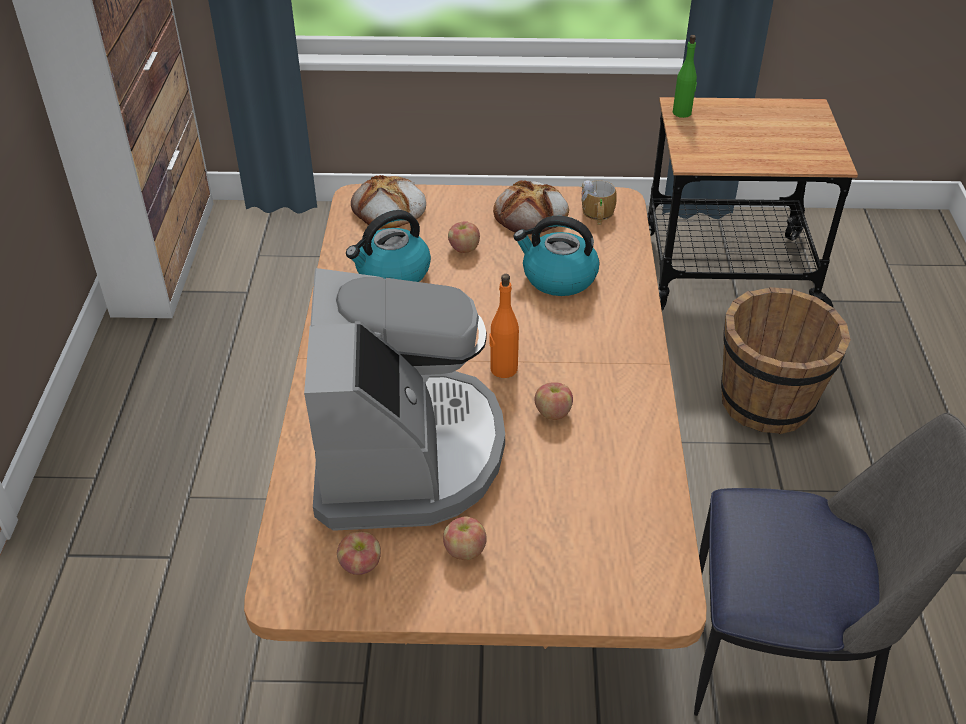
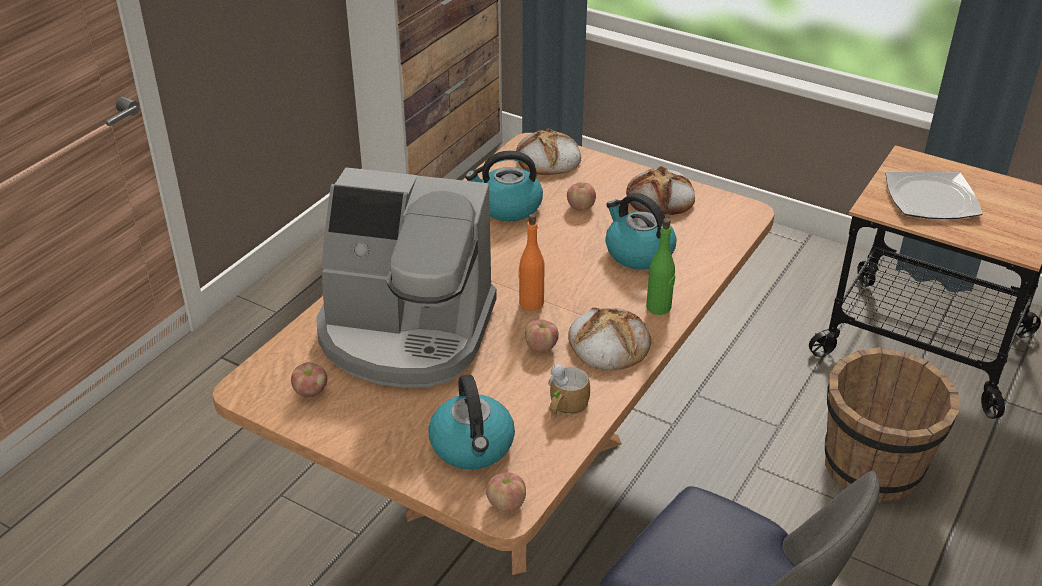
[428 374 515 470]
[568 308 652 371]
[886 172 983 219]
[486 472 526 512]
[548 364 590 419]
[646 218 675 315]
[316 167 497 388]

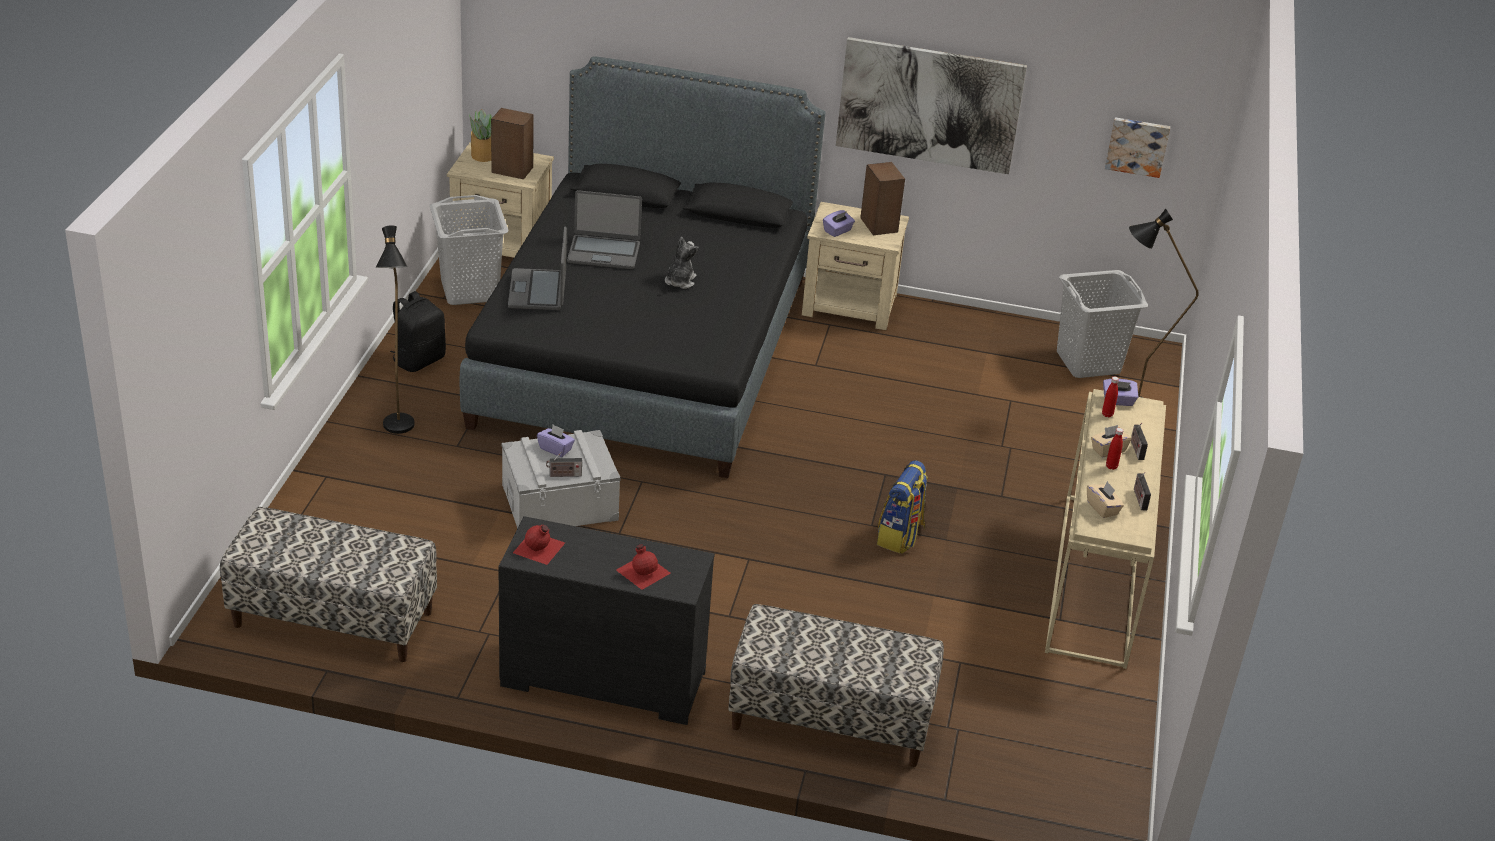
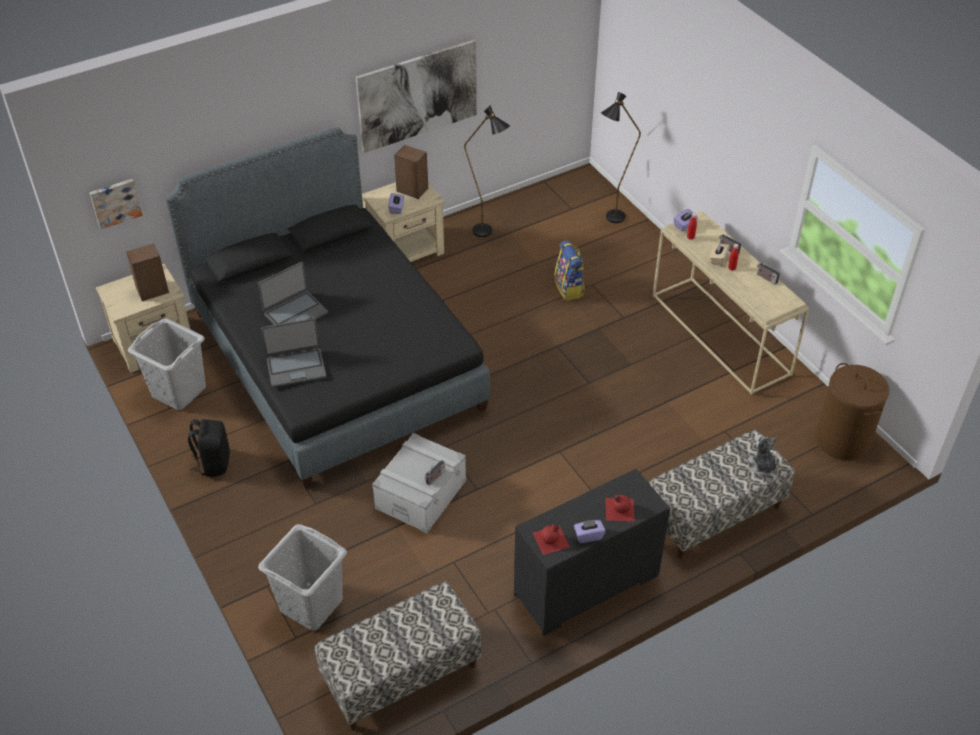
[469 109 492 162] (first image)
[1087 481 1124 518] (first image)
[815 363 889 460]
[464 105 510 237]
[574 520 606 543]
[748 434 777 476]
[554 240 585 301]
[258 524 347 631]
[89 179 143 229]
[261 318 326 387]

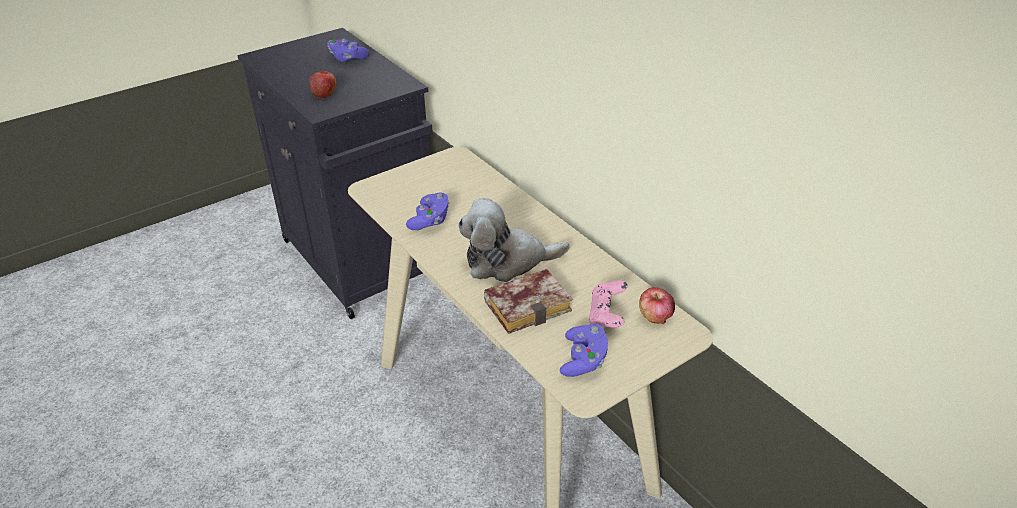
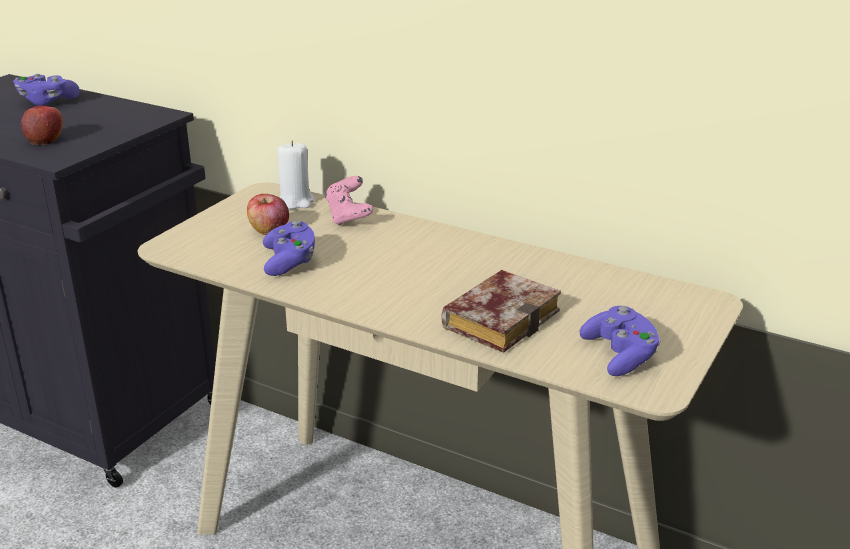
[458 198 569 282] (first image)
[277 141 315 209]
[325 176 373 225]
[247 194 289 235]

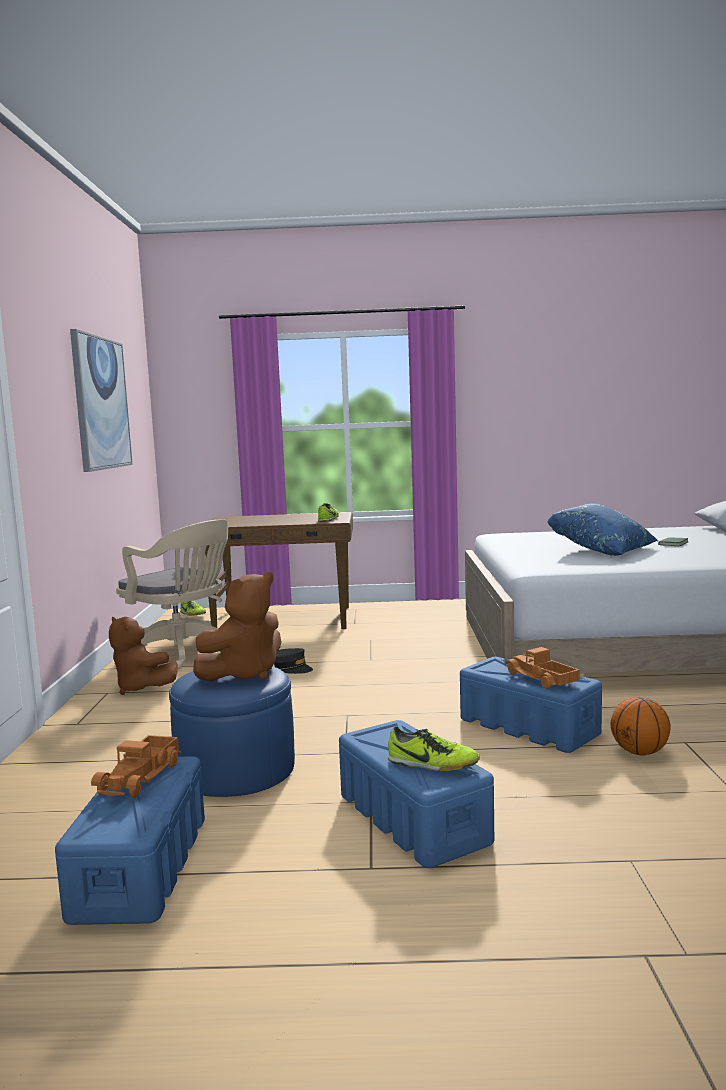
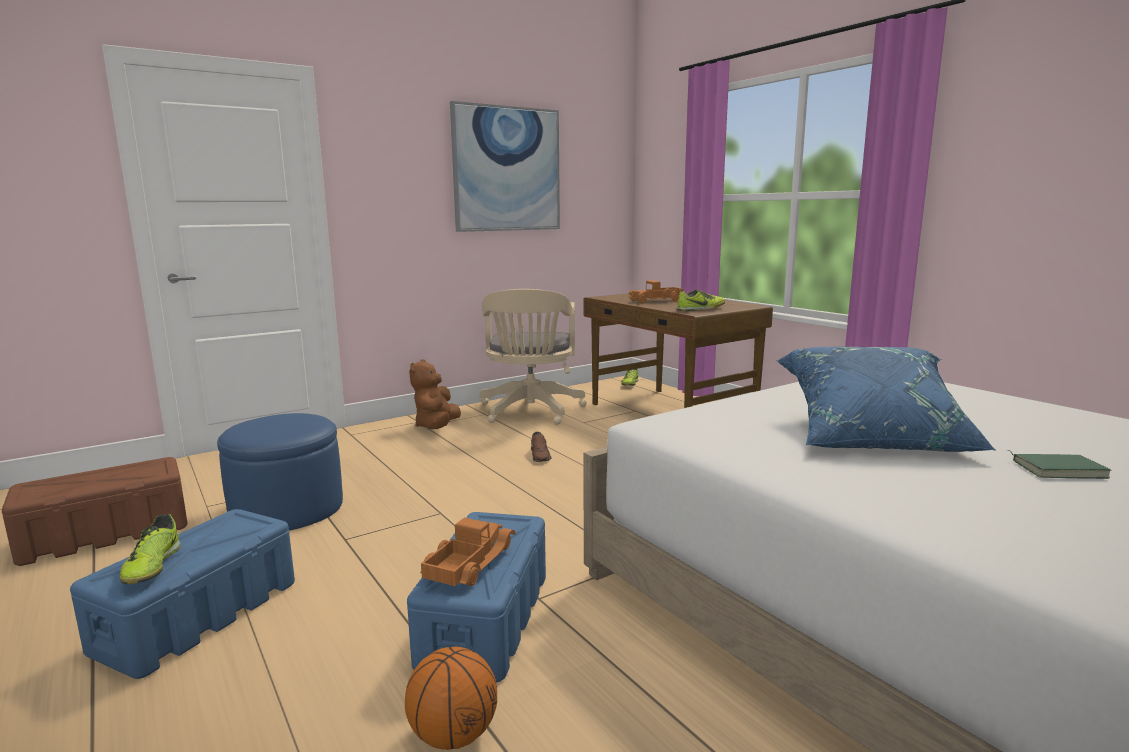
[193 572 281 681] (first image)
[628 280 684 303]
[531 432 551 462]
[2 457 188 566]

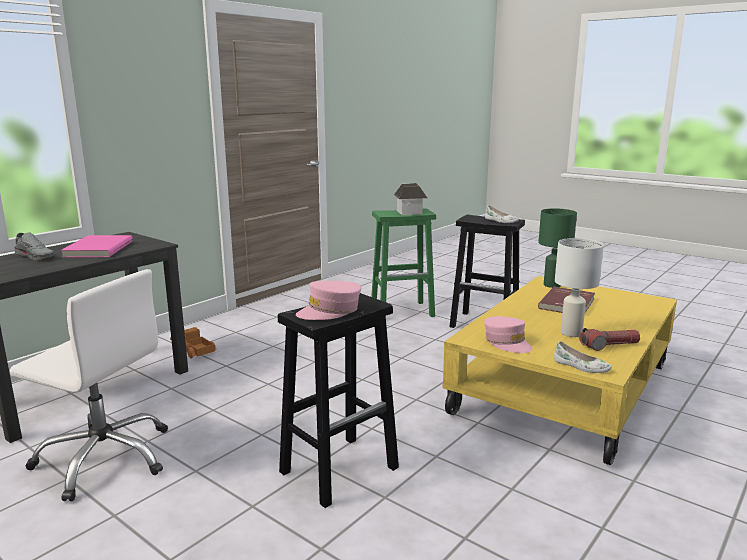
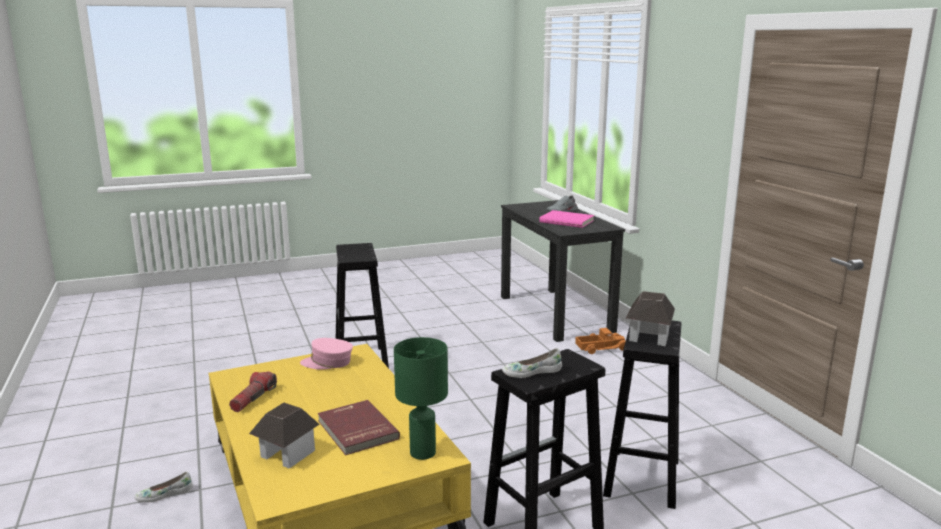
[10 269 168 501] (first image)
[296 281 361 320] (first image)
[555 238 604 337] (first image)
[249 403 320 469]
[134 472 193 503]
[603 320 682 509]

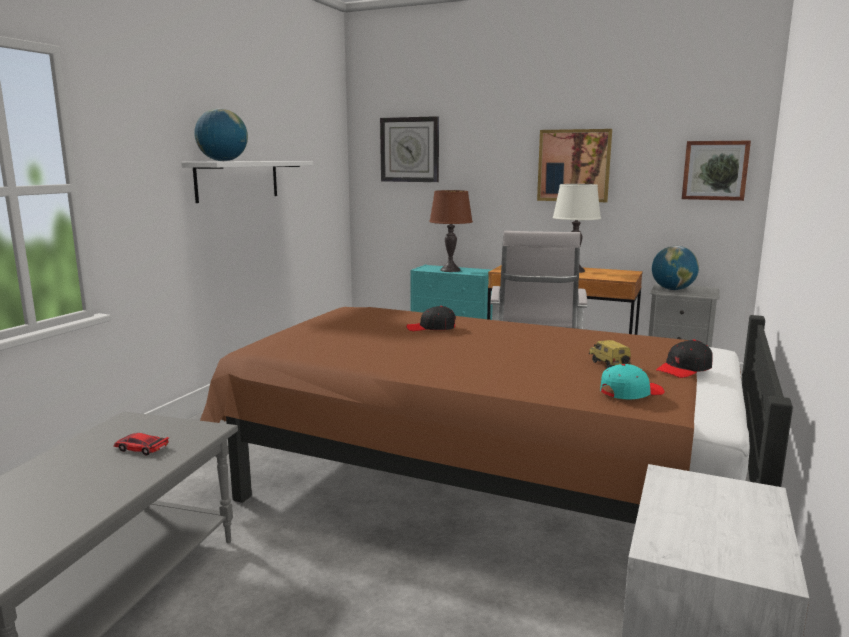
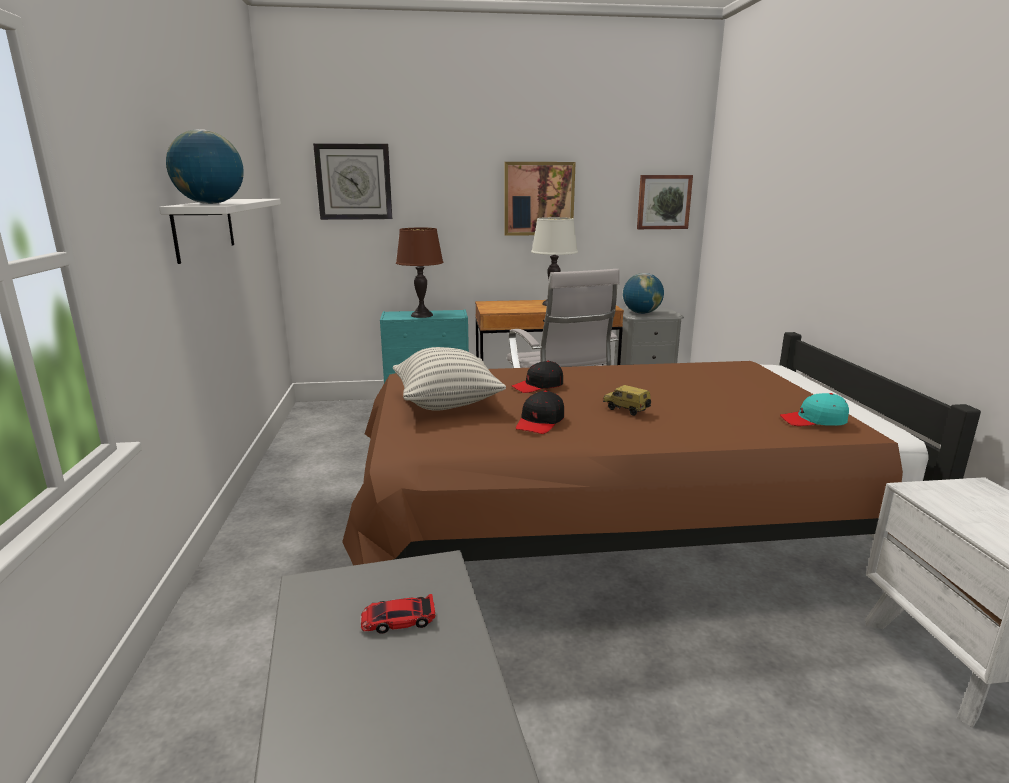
[393 347 506 411]
[603 385 651 416]
[516 390 564 434]
[780 393 849 426]

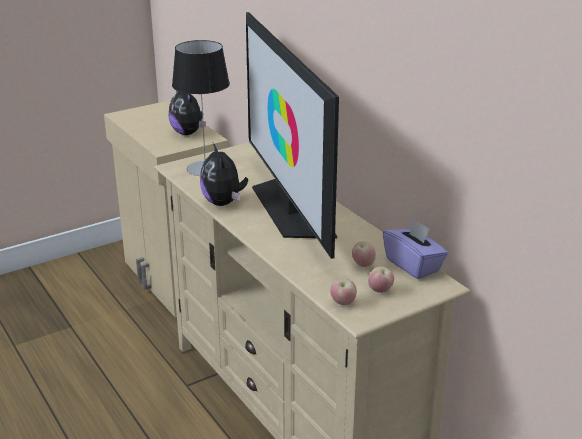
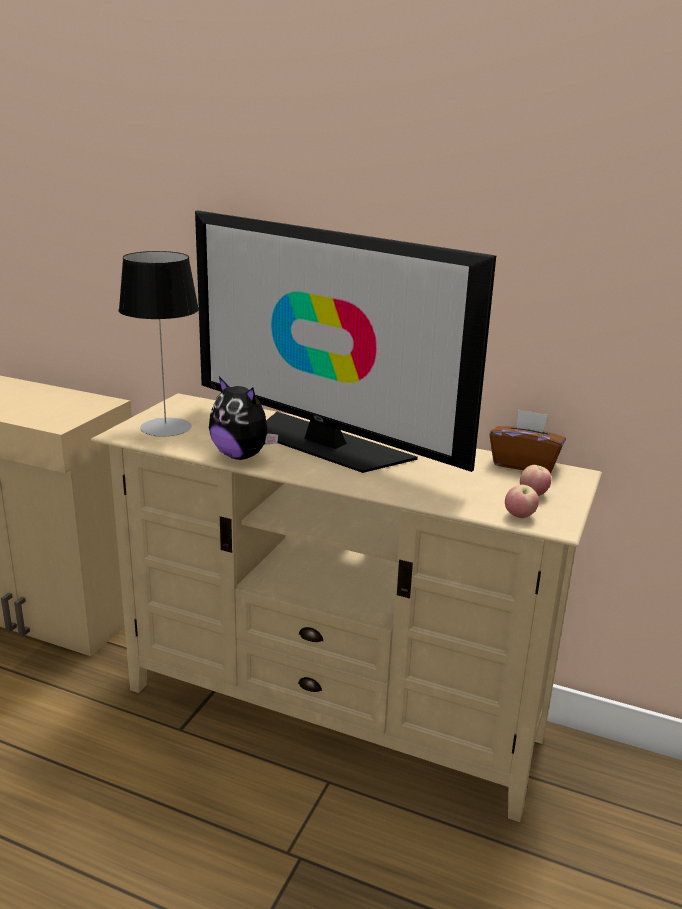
[169 90 206 135] (first image)
[352 241 376 267] (first image)
[490 409 566 473]

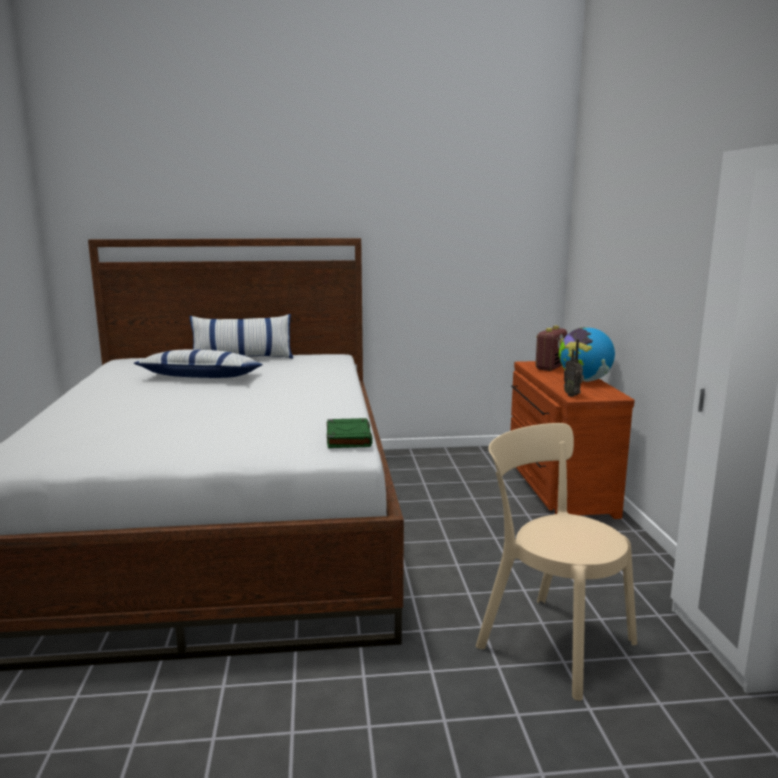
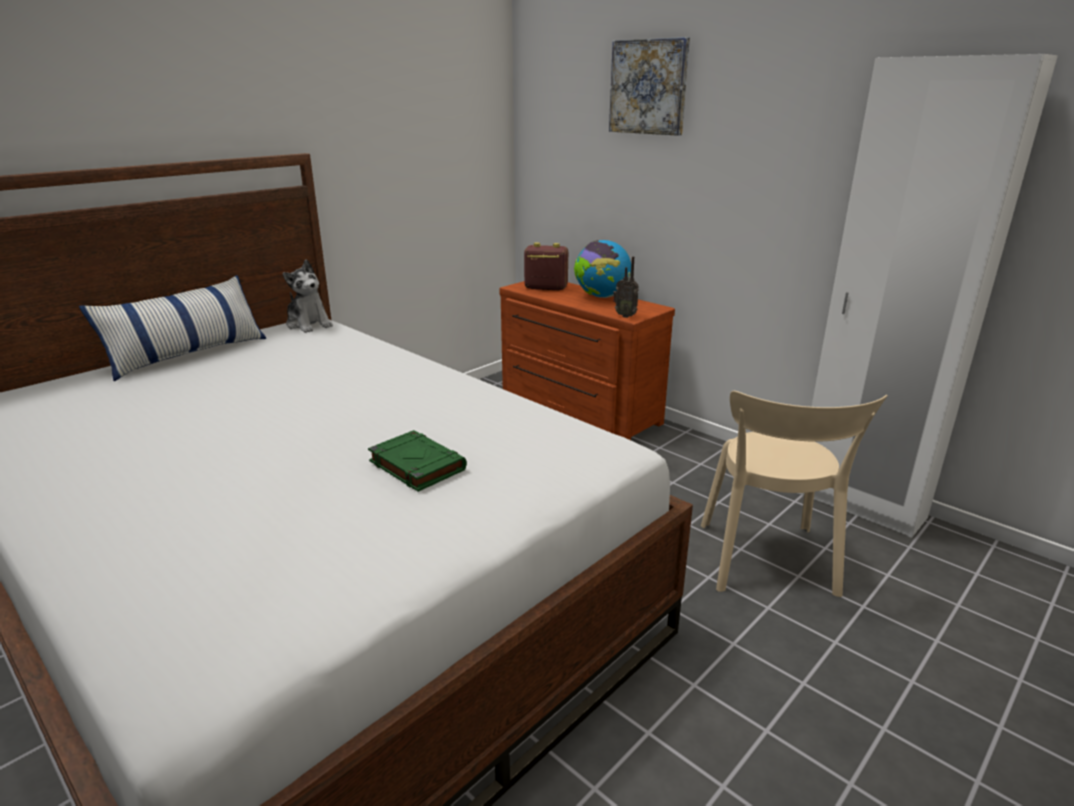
[134 349 263 378] (first image)
[283 259 333 333]
[609 37 690 136]
[368 430 467 492]
[701 391 888 597]
[524 242 568 290]

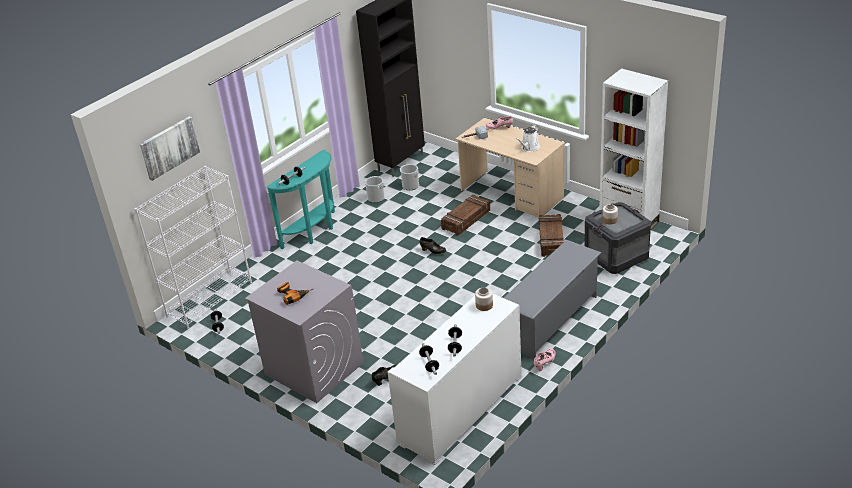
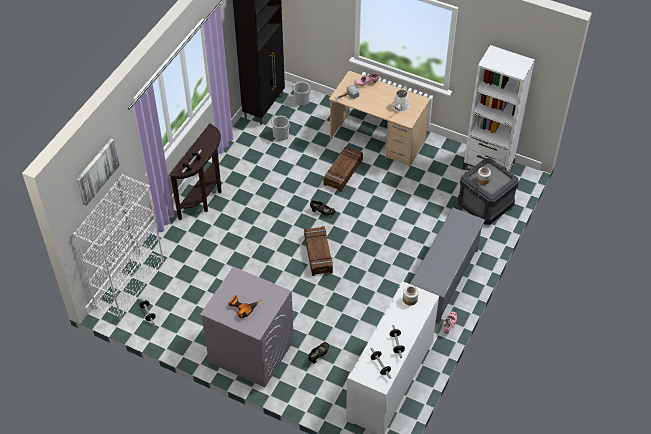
[292 82 311 106]
[304 226 333 276]
[169 124 222 220]

